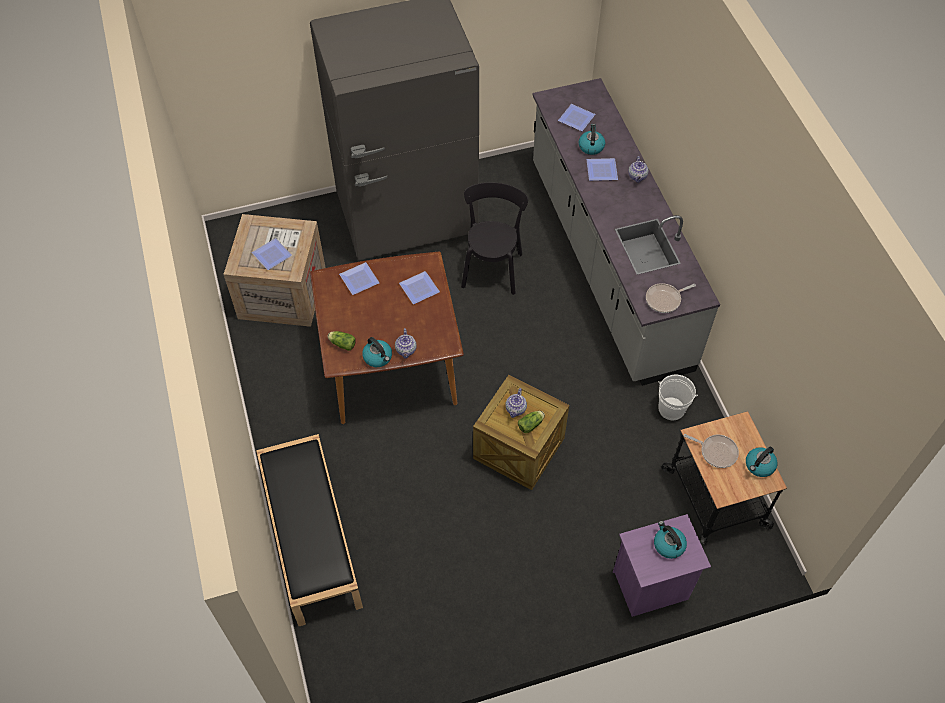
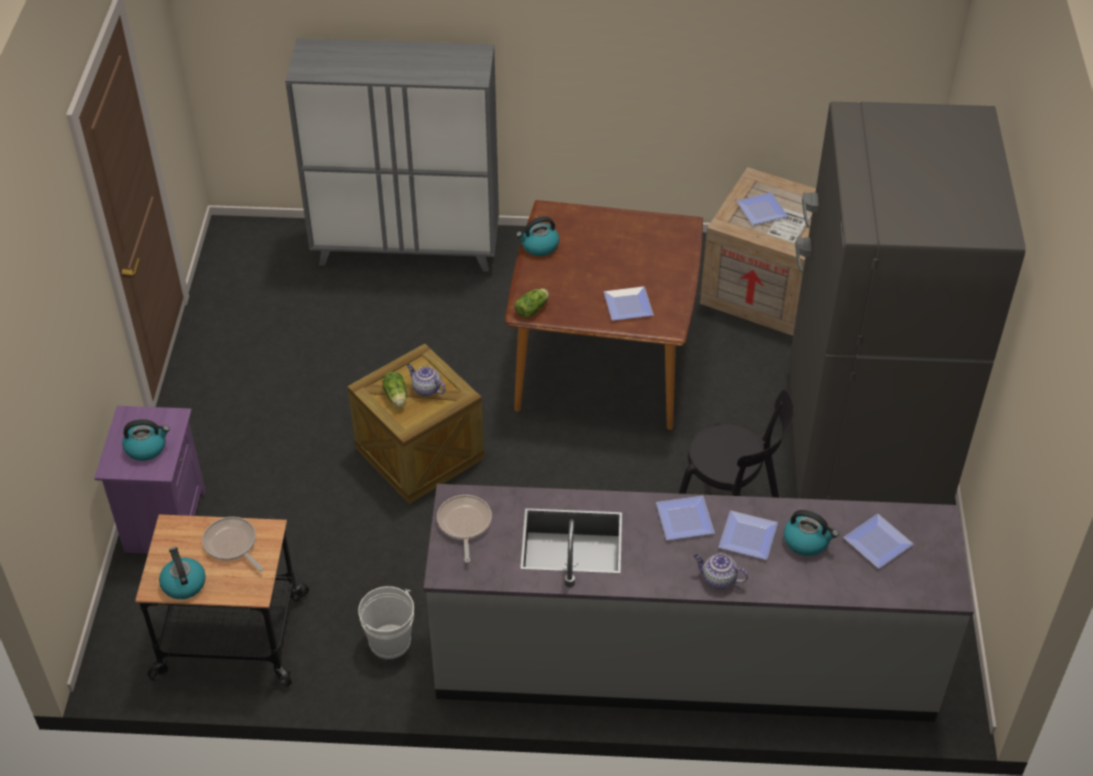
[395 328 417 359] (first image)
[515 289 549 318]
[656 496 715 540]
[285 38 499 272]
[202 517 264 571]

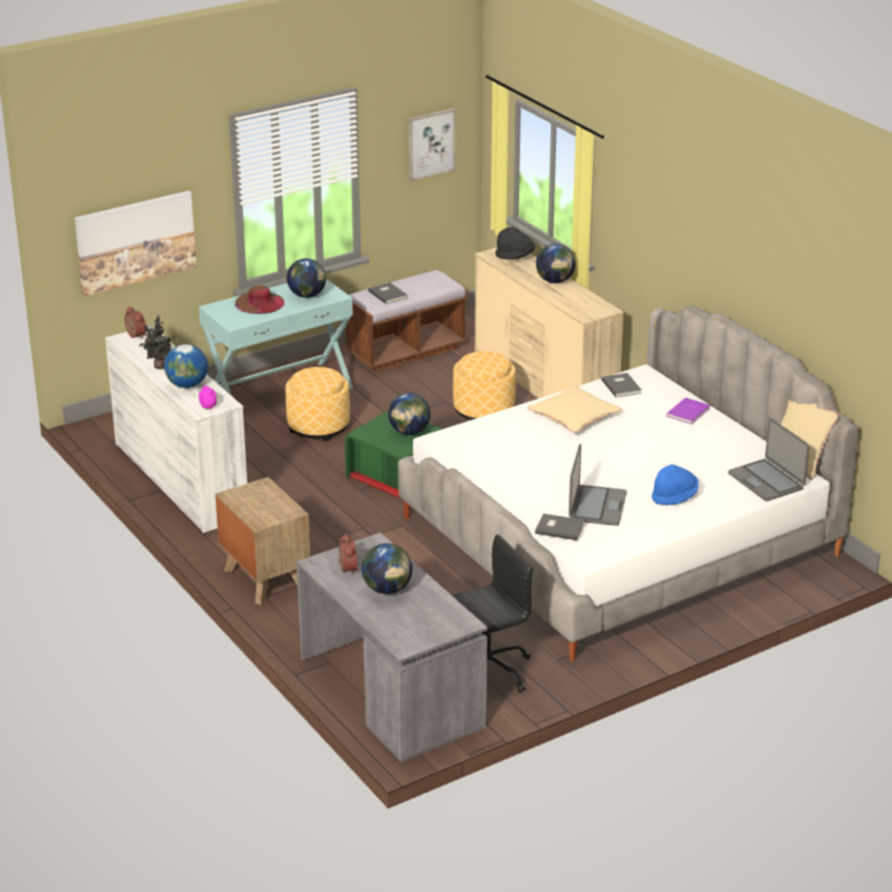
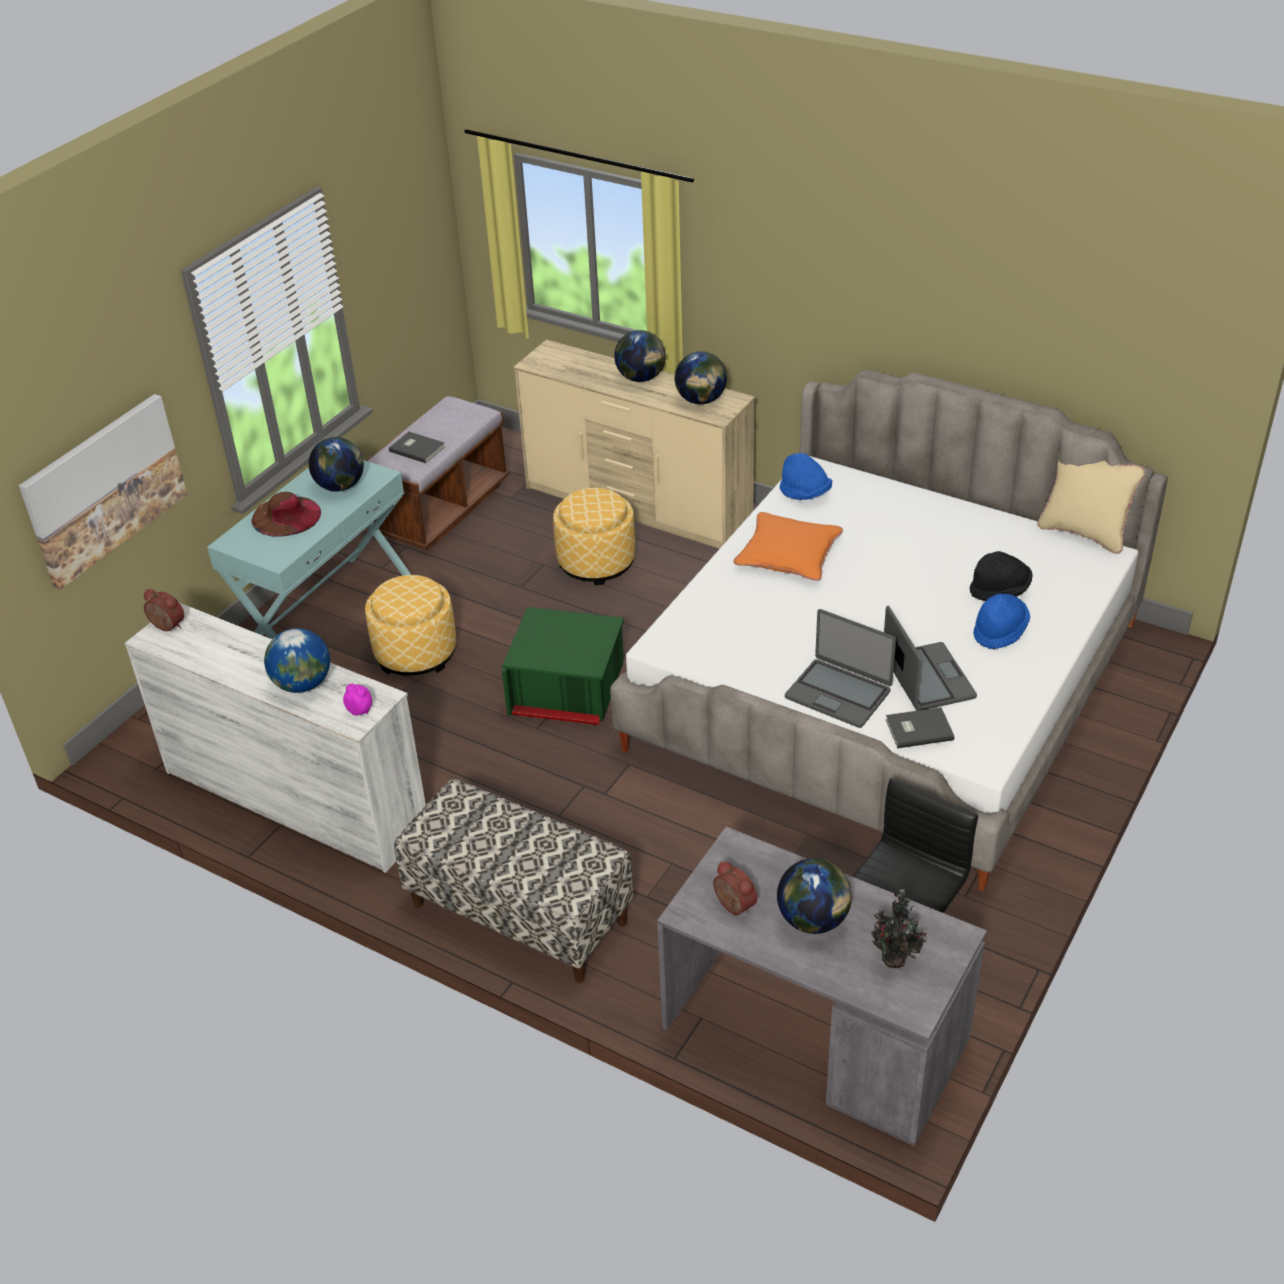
[408 108 456 181] (first image)
[666 397 710 424] (first image)
[871 889 927 968]
[675 351 727 404]
[970 551 1032 601]
[785 609 896 728]
[394 779 633 983]
[780 453 832 500]
[733 512 843 581]

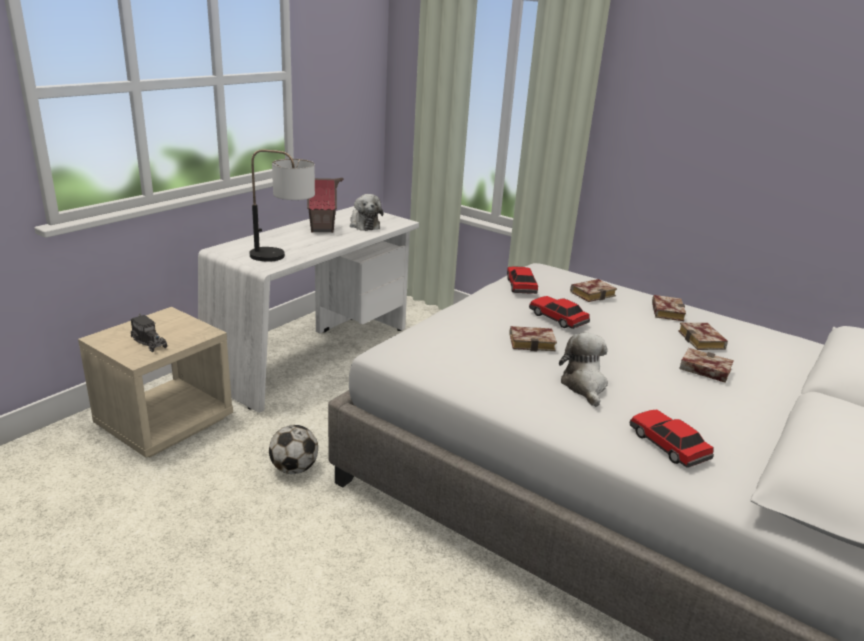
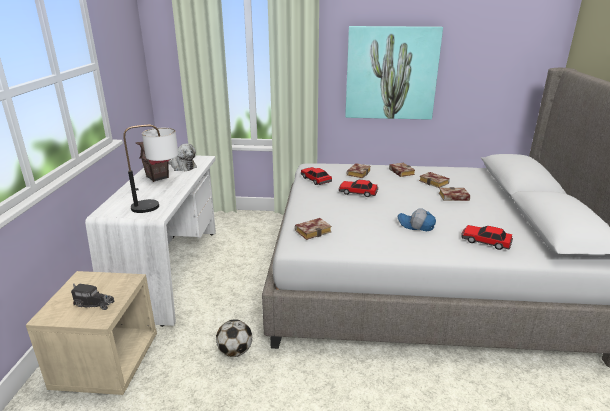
[345 26 443 120]
[295 218 332 240]
[398 209 436 231]

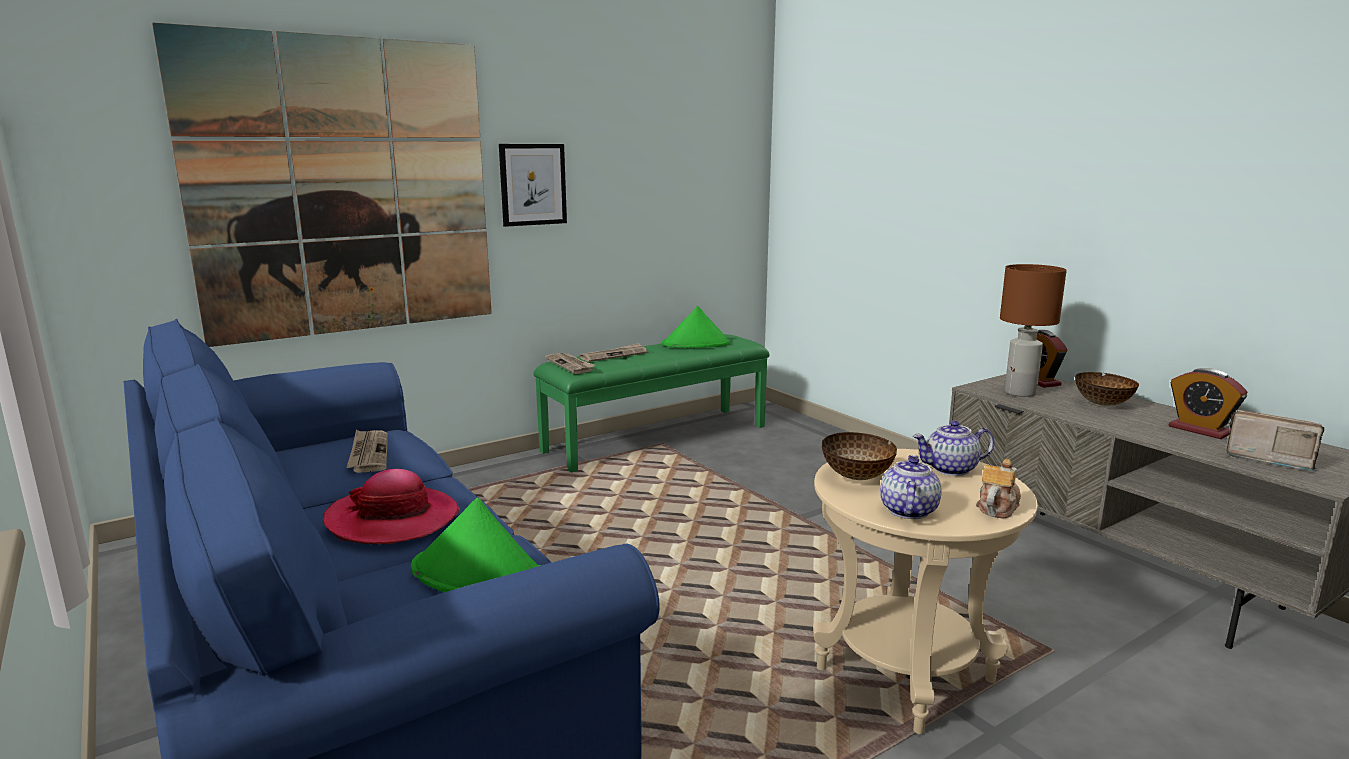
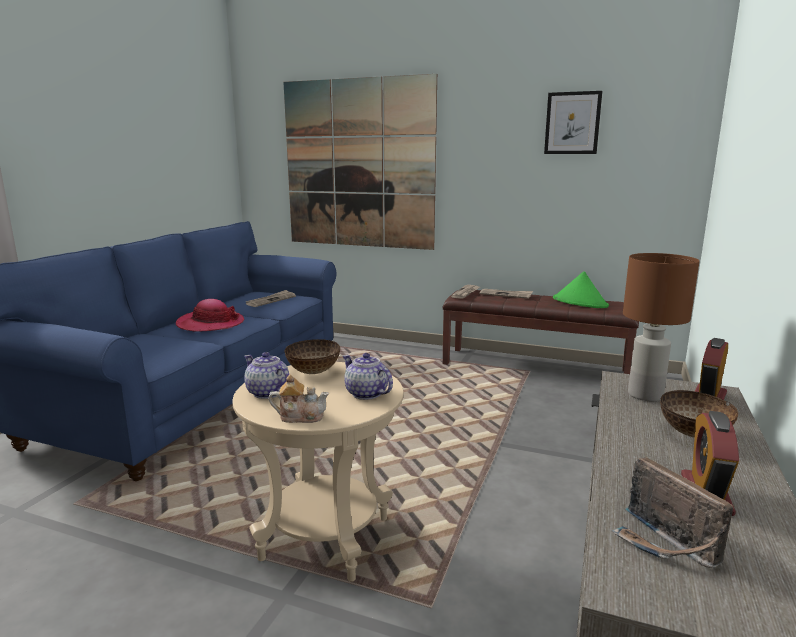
[411 498 541 592] (first image)
[544 91 602 154]
[442 290 639 374]
[244 352 289 399]
[612 458 733 568]

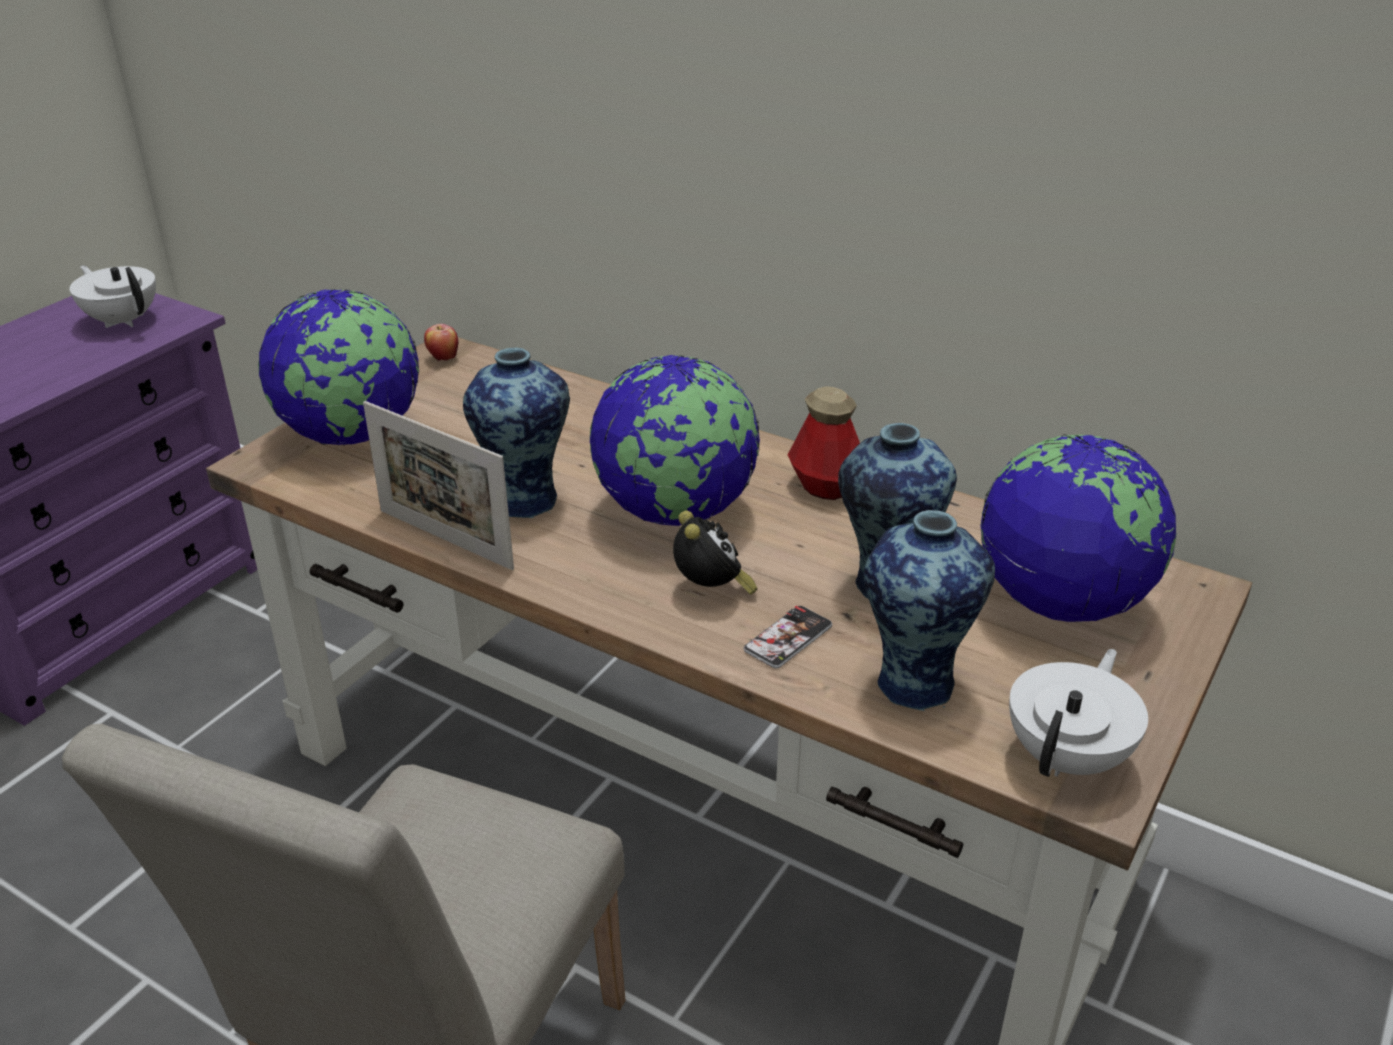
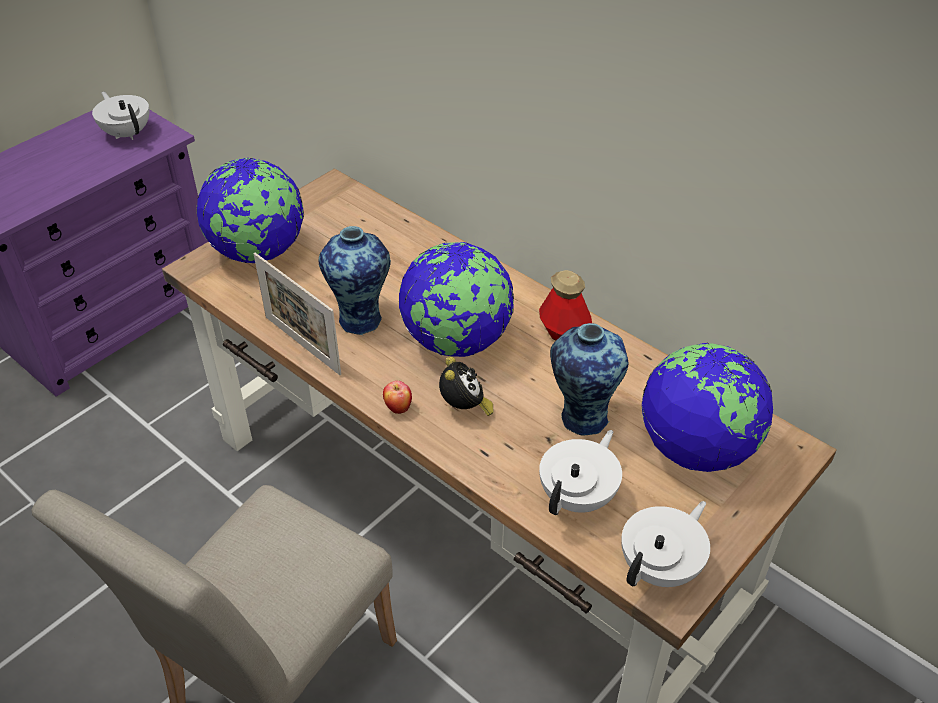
[744 606 832 668] (first image)
[383 381 412 414]
[539 430 622 515]

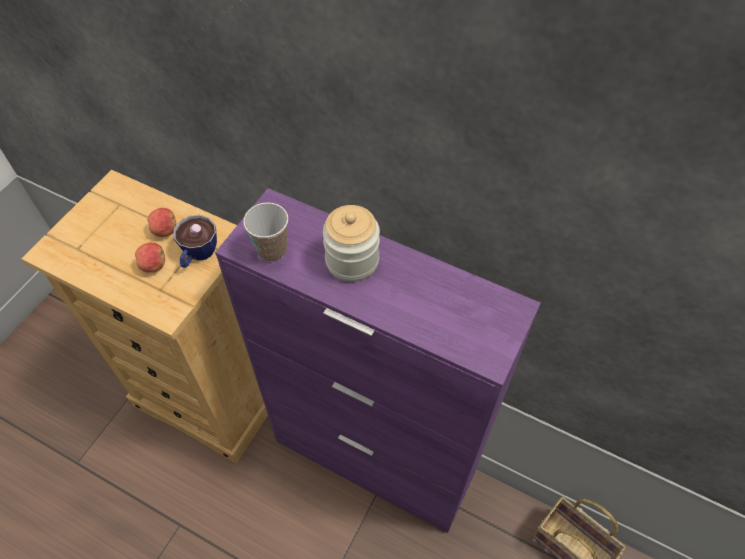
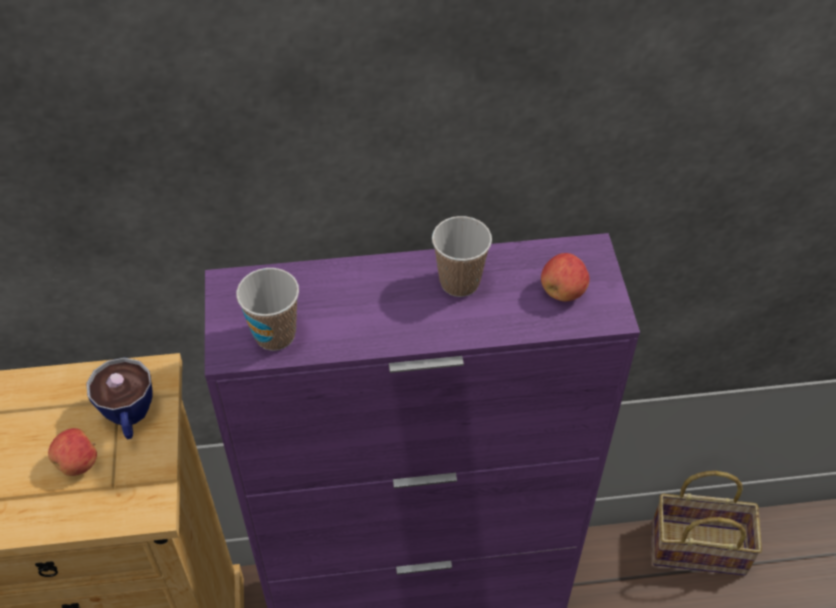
[322 205 380 282] (first image)
[432 216 492 297]
[541 253 589 301]

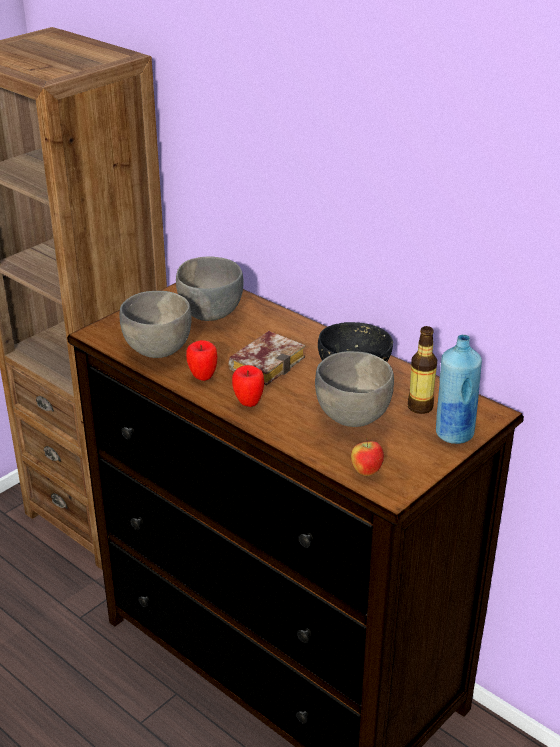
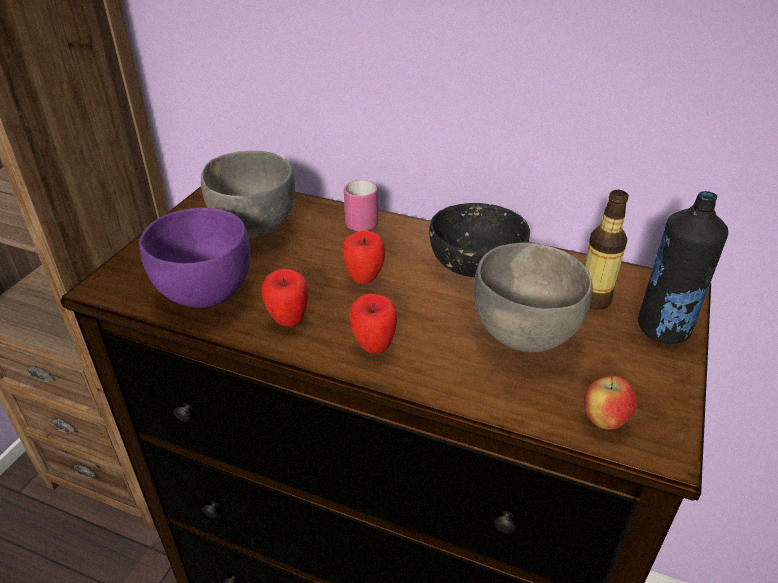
[344 180 378 232]
[343 231 385 284]
[139 207 250 308]
[638 191 728 344]

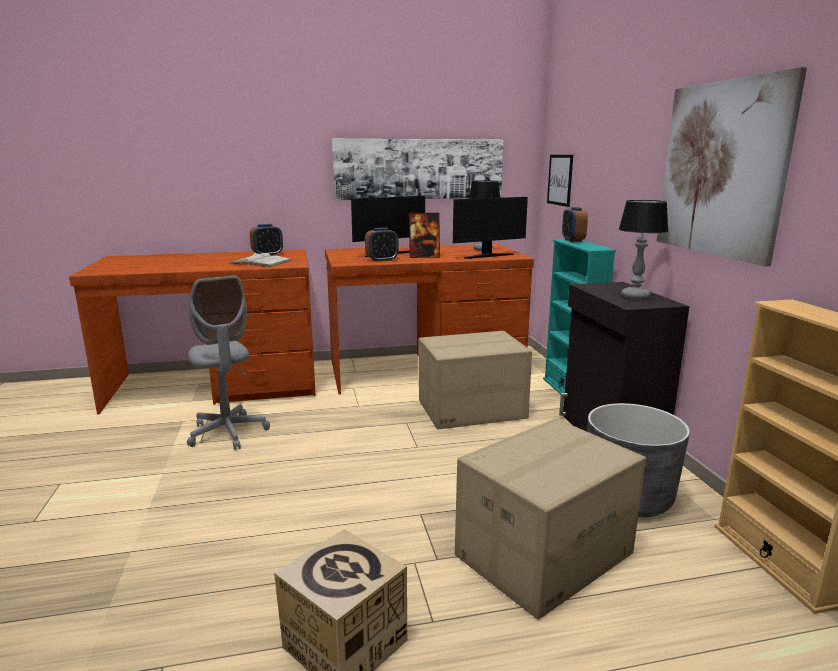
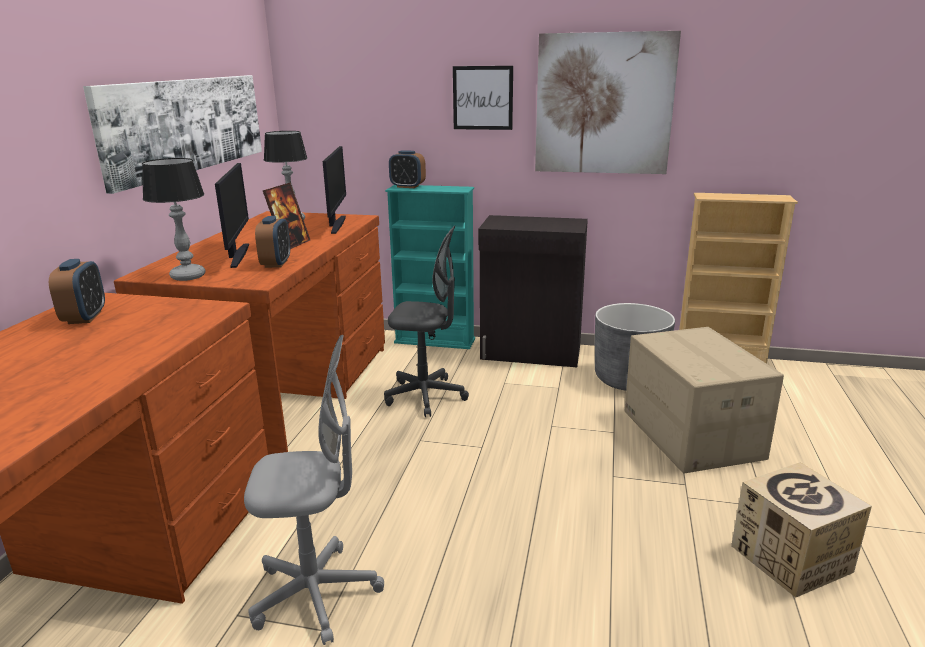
[228 253 292 267] (first image)
[453 66 513 130]
[142 158 205 281]
[384 226 469 417]

